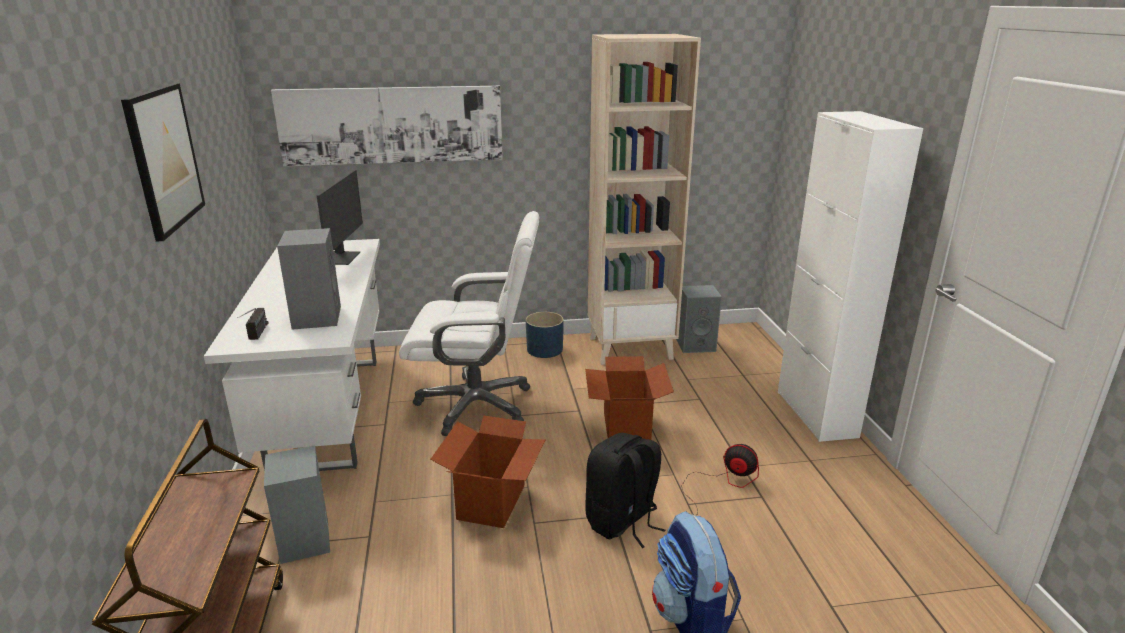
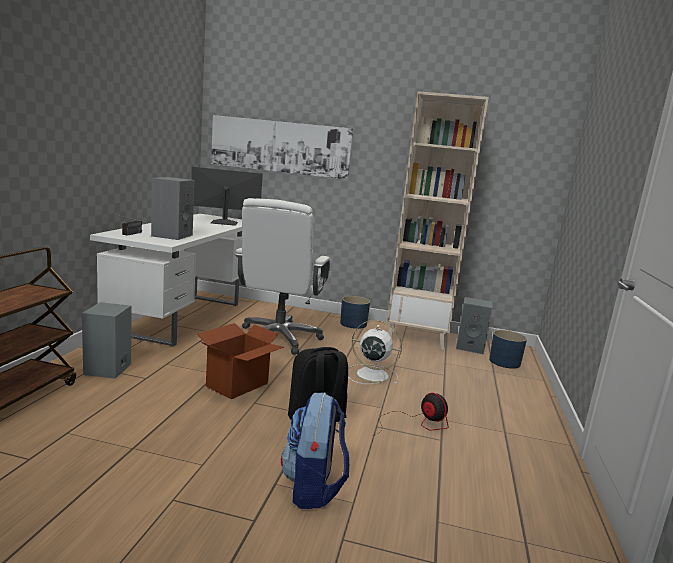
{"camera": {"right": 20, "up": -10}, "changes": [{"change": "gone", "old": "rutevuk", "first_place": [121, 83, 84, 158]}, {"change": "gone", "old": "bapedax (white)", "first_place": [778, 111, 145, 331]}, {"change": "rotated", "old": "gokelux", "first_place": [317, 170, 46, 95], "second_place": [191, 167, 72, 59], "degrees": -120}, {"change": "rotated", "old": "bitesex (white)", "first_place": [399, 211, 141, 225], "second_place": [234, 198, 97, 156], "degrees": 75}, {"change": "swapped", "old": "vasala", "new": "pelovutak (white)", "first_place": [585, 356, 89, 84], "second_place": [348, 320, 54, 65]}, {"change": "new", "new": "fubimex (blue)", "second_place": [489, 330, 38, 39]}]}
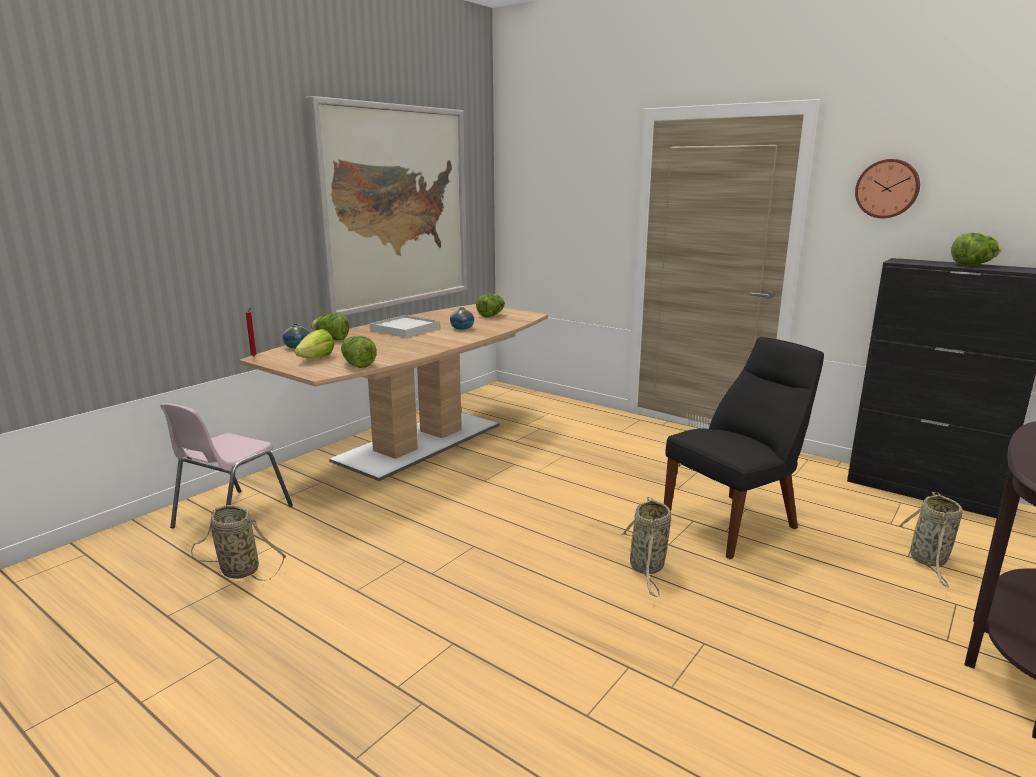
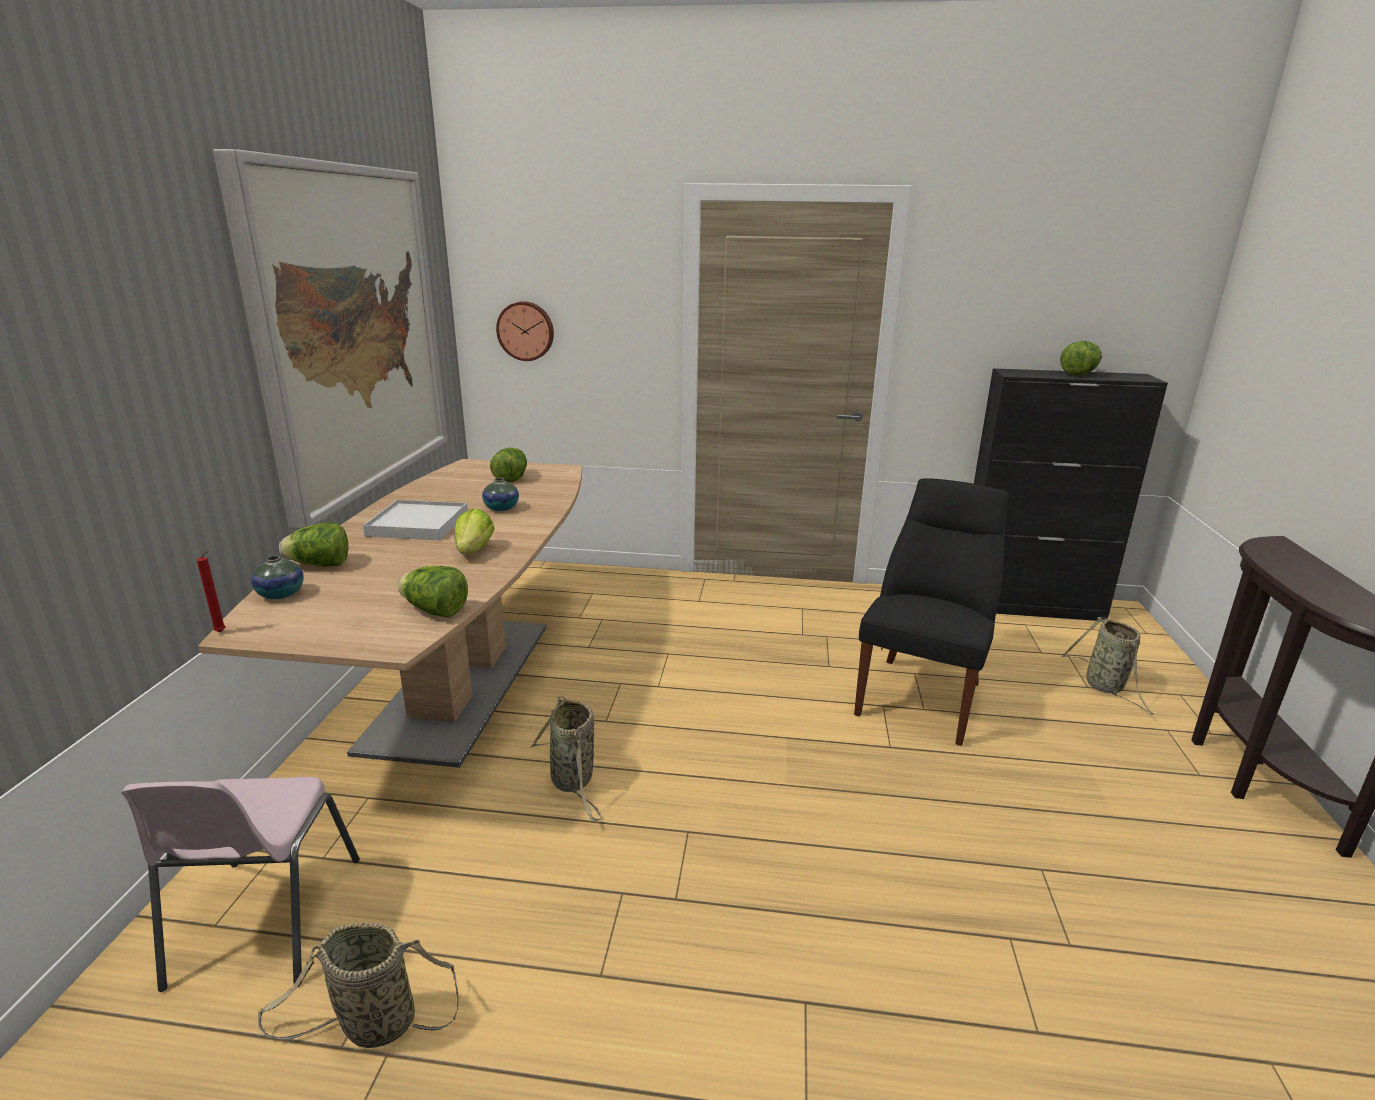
{"camera": {"right": -30, "up": 5}, "changes": [{"change": "shifted", "old": "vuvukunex", "first_place": [855, 159, 65, 59], "second_place": [496, 301, 58, 60]}, {"change": "shifted", "old": "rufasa", "first_place": [295, 329, 39, 30], "second_place": [455, 509, 40, 45]}, {"change": "shifted", "old": "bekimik", "first_place": [620, 497, 51, 100], "second_place": [530, 697, 72, 124]}]}
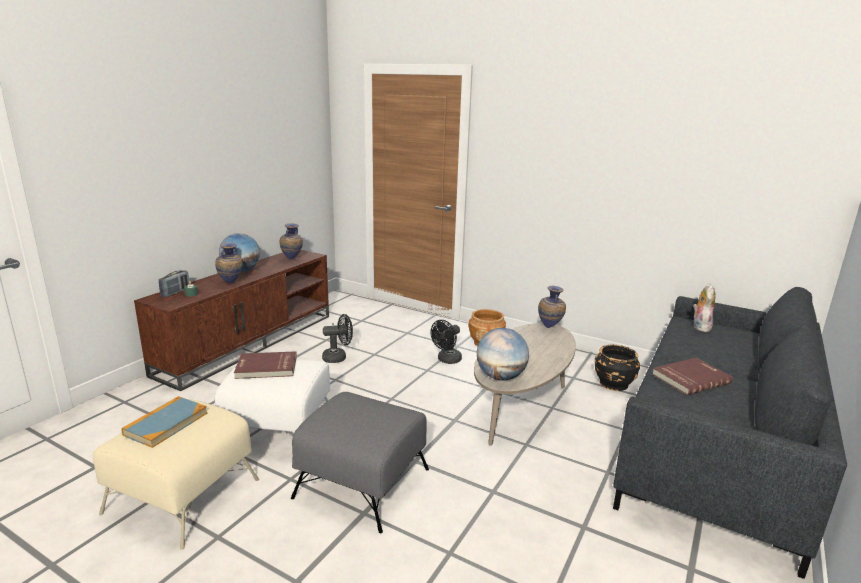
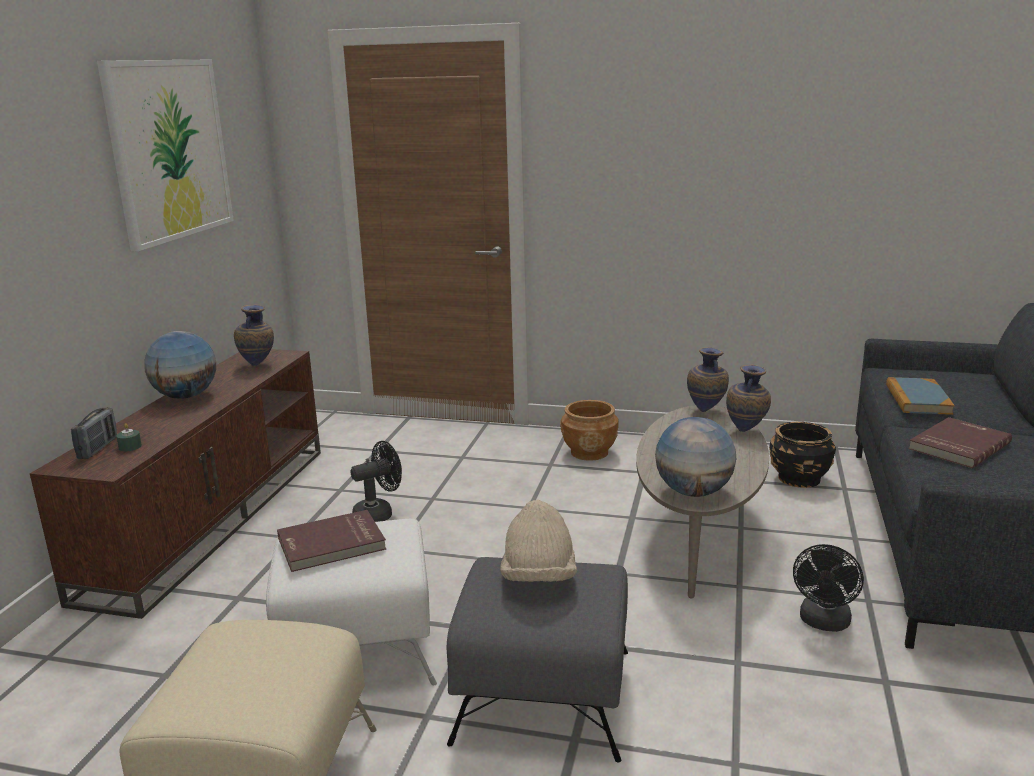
{"camera": {"right": -15, "up": 0}, "changes": [{"change": "shifted", "old": "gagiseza", "first_place": [215, 242, 28, 41], "second_place": [726, 365, 45, 67]}, {"change": "gone", "old": "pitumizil", "first_place": [693, 283, 22, 49]}, {"change": "shifted", "old": "pelovutak (black)", "first_place": [430, 320, 32, 44], "second_place": [793, 544, 71, 88]}, {"change": "shifted", "old": "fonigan", "first_place": [121, 396, 86, 52], "second_place": [886, 377, 69, 38]}, {"change": "new", "new": "rutevuk", "second_place": [97, 60, 137, 191]}, {"change": "new", "new": "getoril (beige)", "second_place": [500, 500, 77, 82]}]}
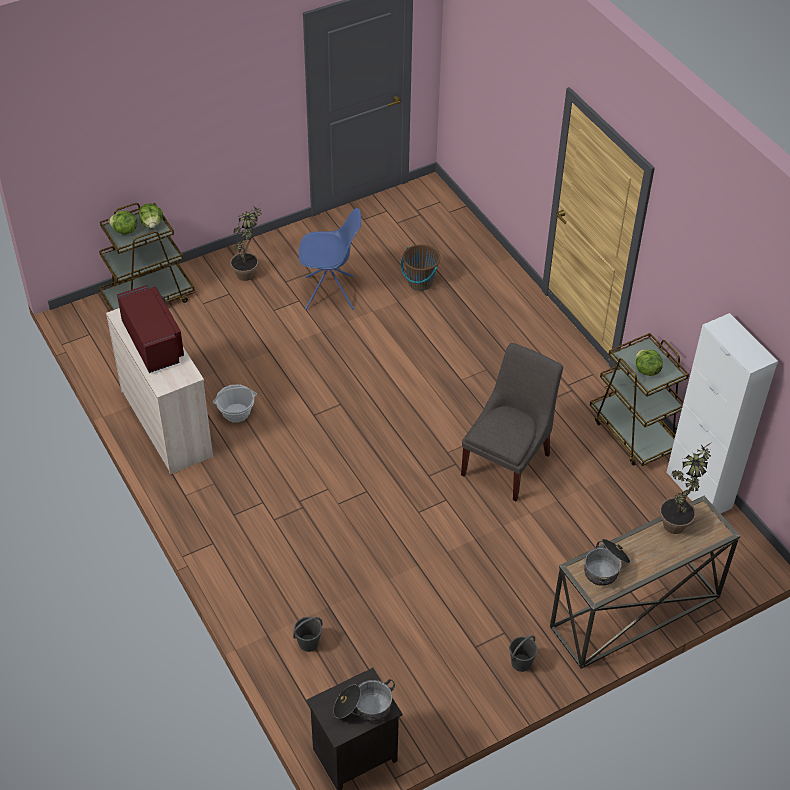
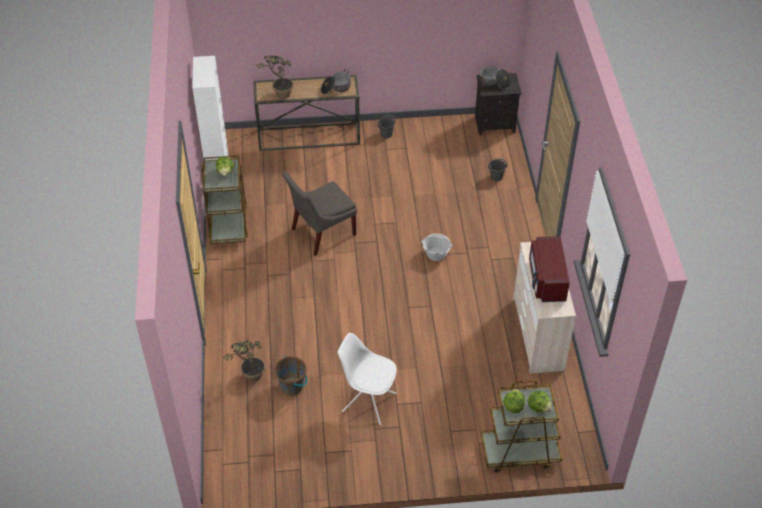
{"camera": {"right": -155, "up": 0}, "changes": [{"change": "shifted", "old": "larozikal", "first_place": [230, 204, 32, 77], "second_place": [221, 340, 44, 42]}, {"change": "repainted", "old": "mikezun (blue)", "new": "mikezun (white)", "first_place": [299, 208, 62, 102], "second_place": [338, 333, 59, 92]}, {"change": "shifted", "old": "bekimik", "first_place": [213, 385, 44, 38], "second_place": [421, 234, 32, 27]}]}
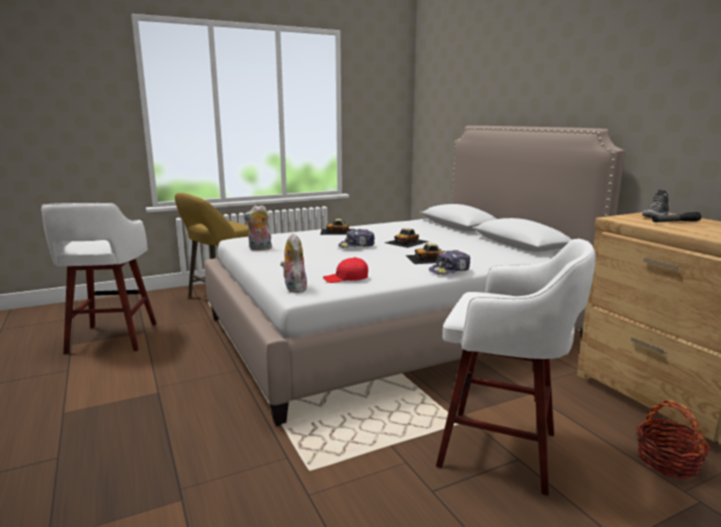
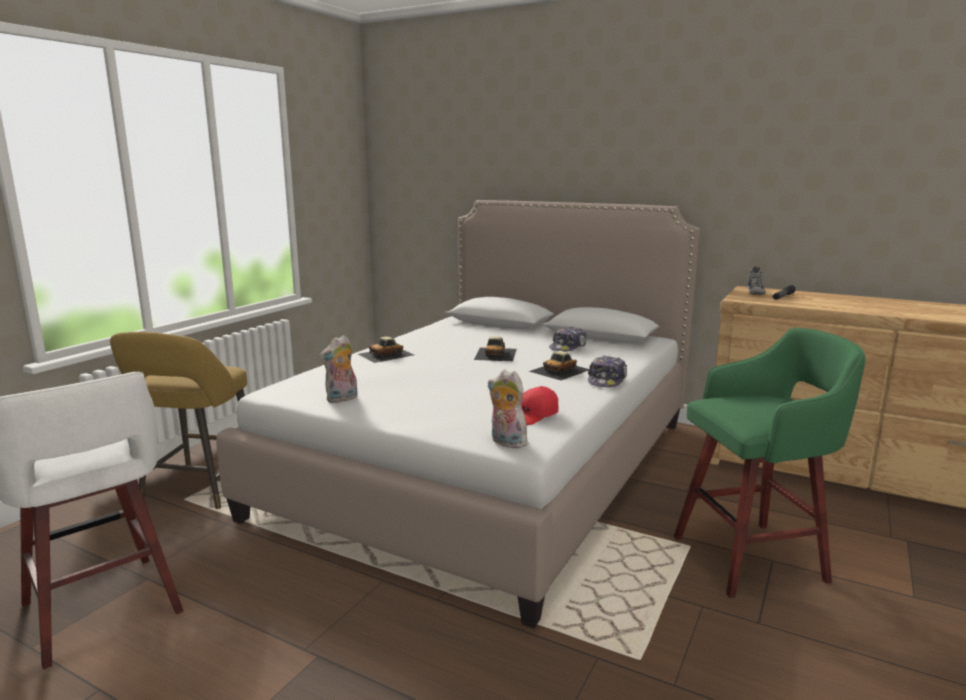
{"camera": {"right": -35, "up": 0}, "changes": [{"change": "shifted", "old": "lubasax", "first_place": [338, 229, 37, 19], "second_place": [549, 327, 38, 25]}, {"change": "repainted", "old": "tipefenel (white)", "new": "tipefenel (green)", "first_place": [436, 239, 160, 257], "second_place": [674, 328, 191, 270]}, {"change": "gone", "old": "bekimik", "first_place": [637, 400, 74, 79]}]}
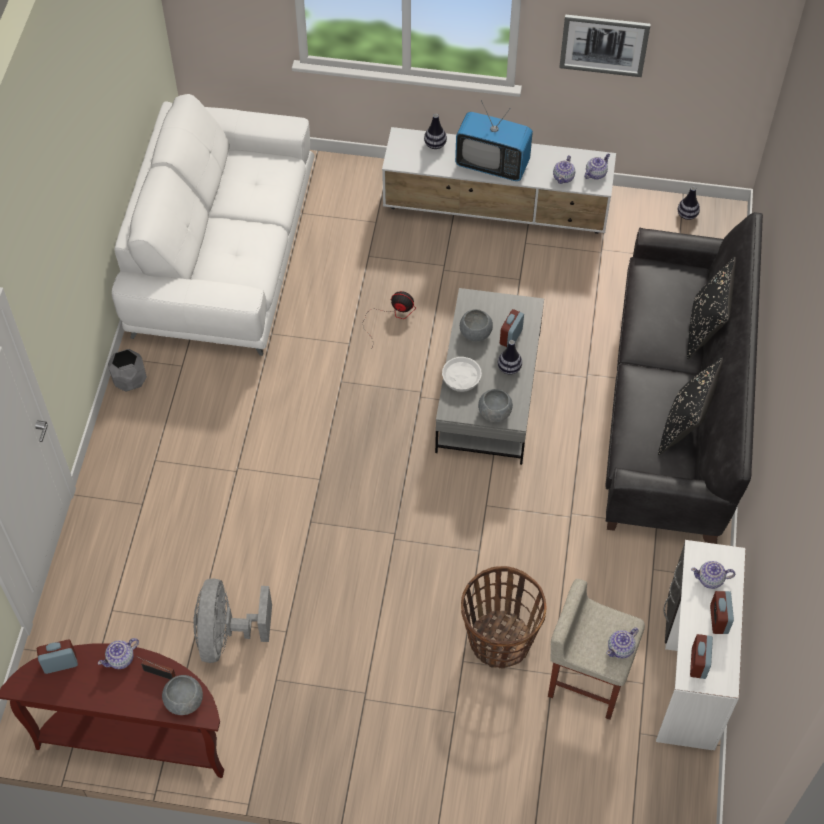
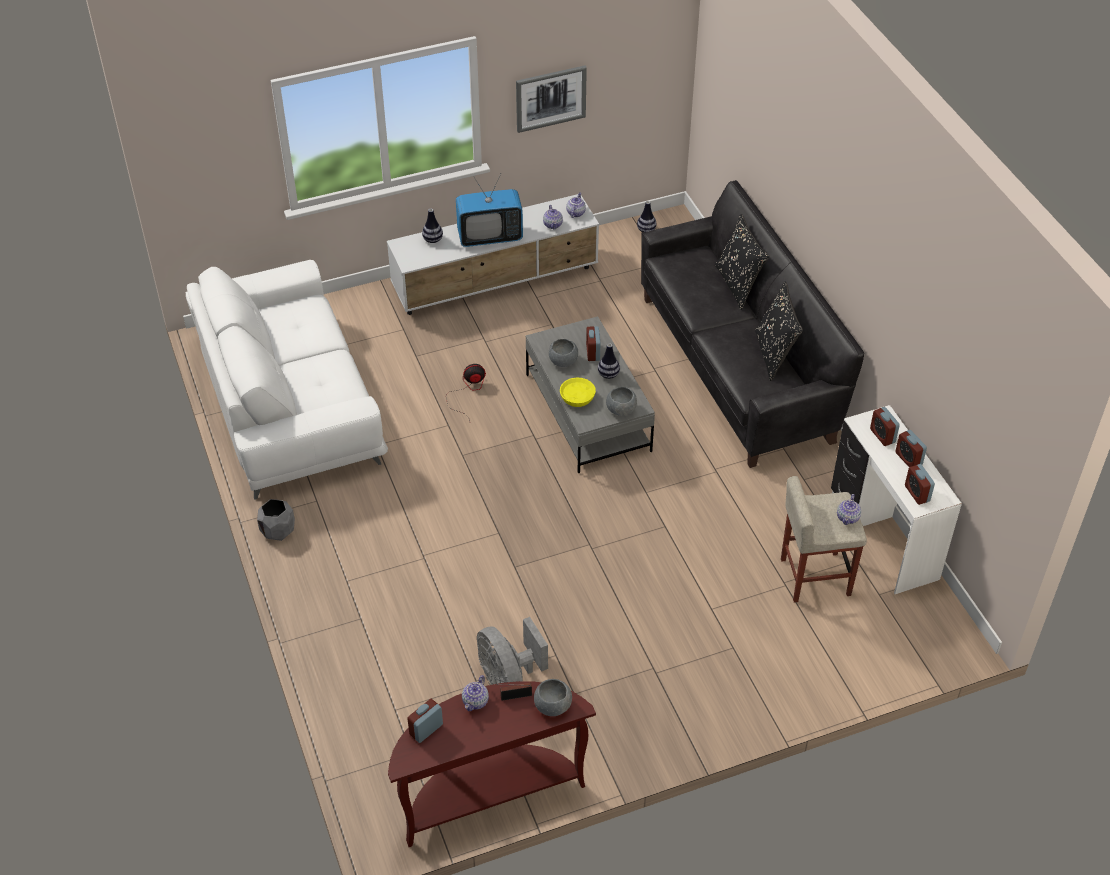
{"camera": {"right": -30, "up": -10}, "changes": [{"change": "repainted", "old": "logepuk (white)", "new": "logepuk (yellow)", "first_place": [442, 357, 40, 35], "second_place": [560, 378, 36, 29]}, {"change": "swapped", "old": "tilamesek", "new": "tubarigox", "first_place": [691, 561, 44, 28], "second_place": [870, 407, 30, 39]}, {"change": "gone", "old": "bekimik", "first_place": [461, 566, 85, 103]}]}
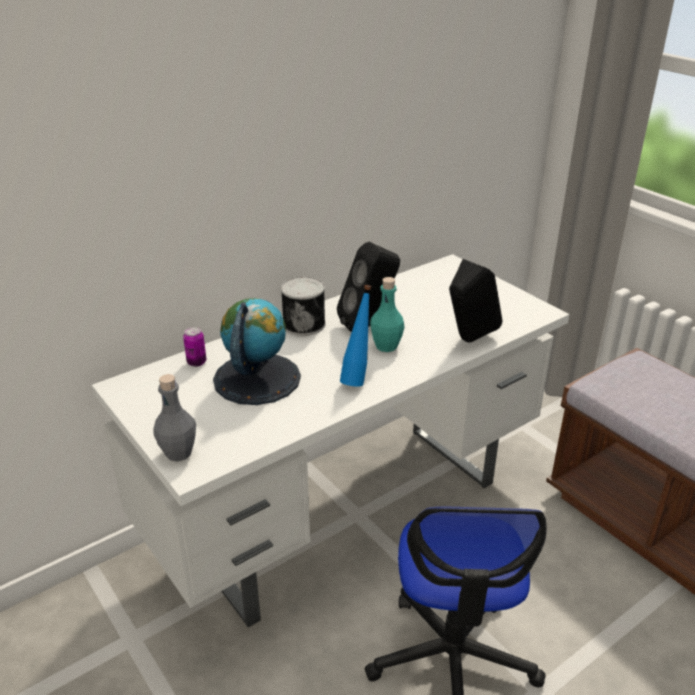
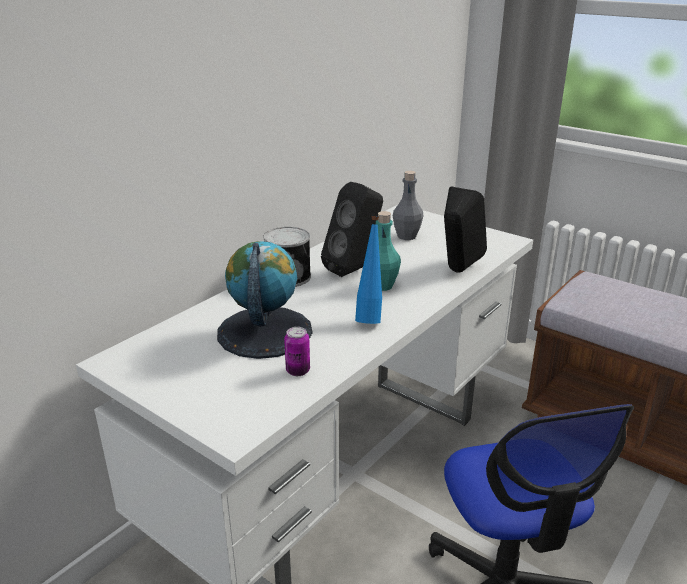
{"camera": {"right": -15, "up": -5}, "changes": [{"change": "shifted", "old": "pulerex", "first_place": [183, 327, 23, 40], "second_place": [284, 327, 26, 49]}, {"change": "shifted", "old": "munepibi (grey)", "first_place": [153, 374, 43, 88], "second_place": [393, 171, 31, 69]}]}
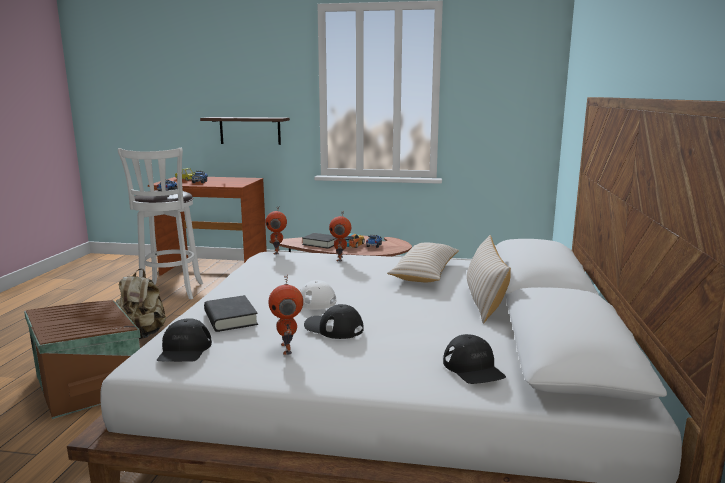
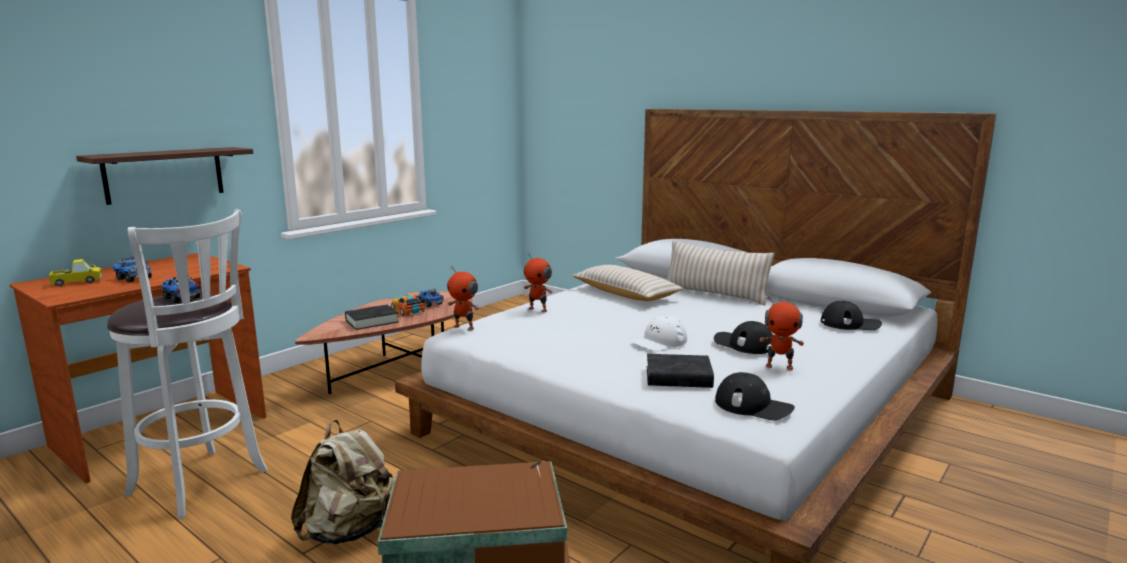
{"camera": {"right": -60, "up": 0}, "changes": [{"change": "rotated", "old": "lubasax (black)", "first_place": [304, 304, 60, 35], "second_place": [714, 321, 59, 33], "degrees": 75}]}
